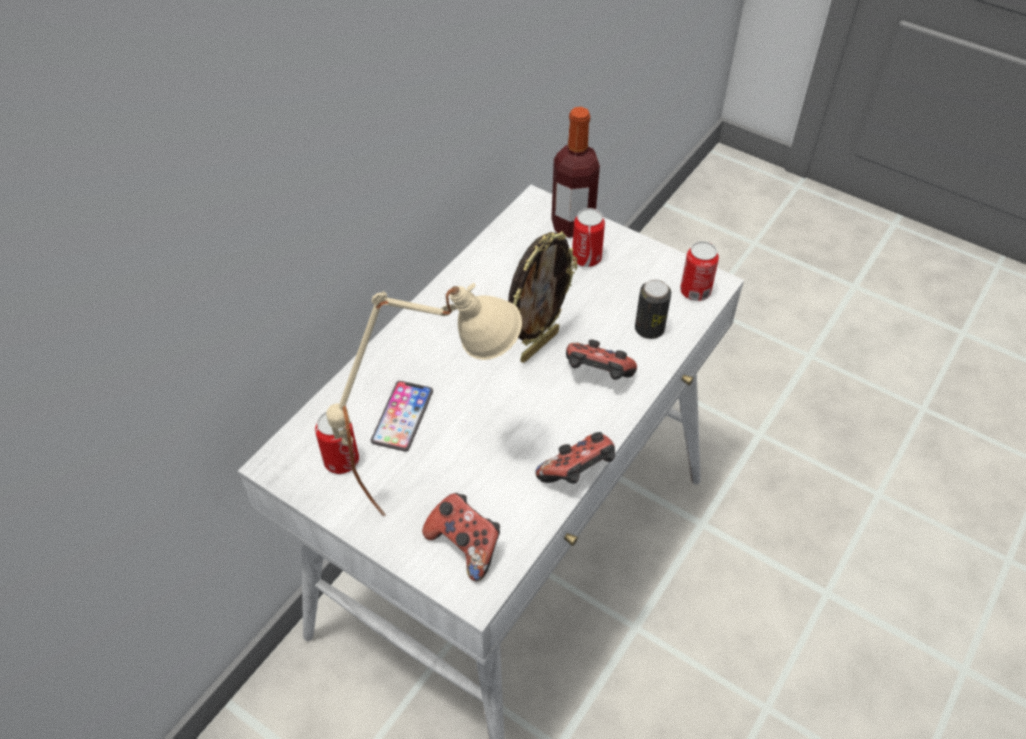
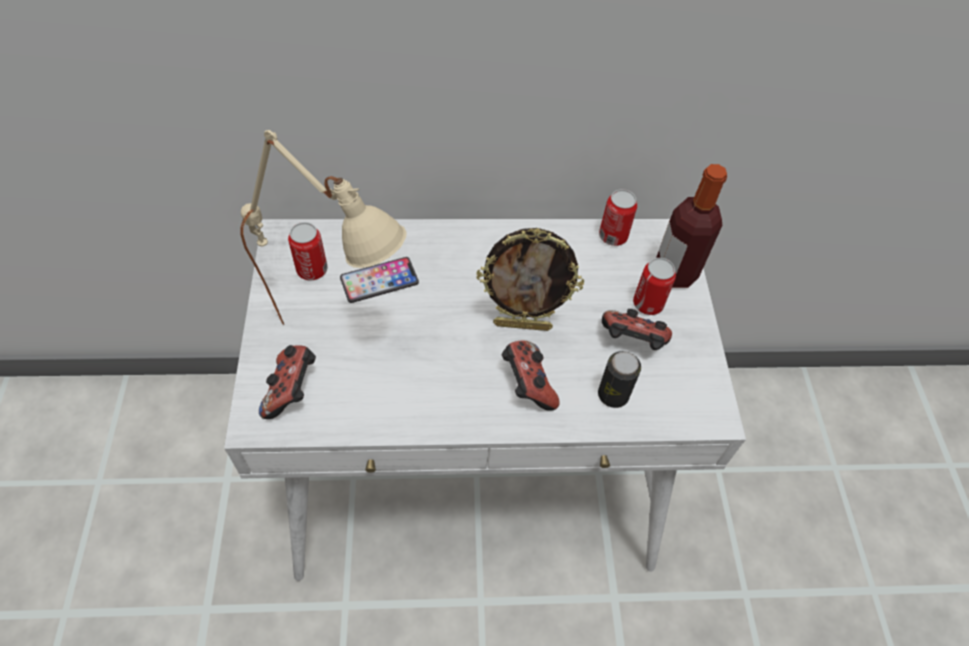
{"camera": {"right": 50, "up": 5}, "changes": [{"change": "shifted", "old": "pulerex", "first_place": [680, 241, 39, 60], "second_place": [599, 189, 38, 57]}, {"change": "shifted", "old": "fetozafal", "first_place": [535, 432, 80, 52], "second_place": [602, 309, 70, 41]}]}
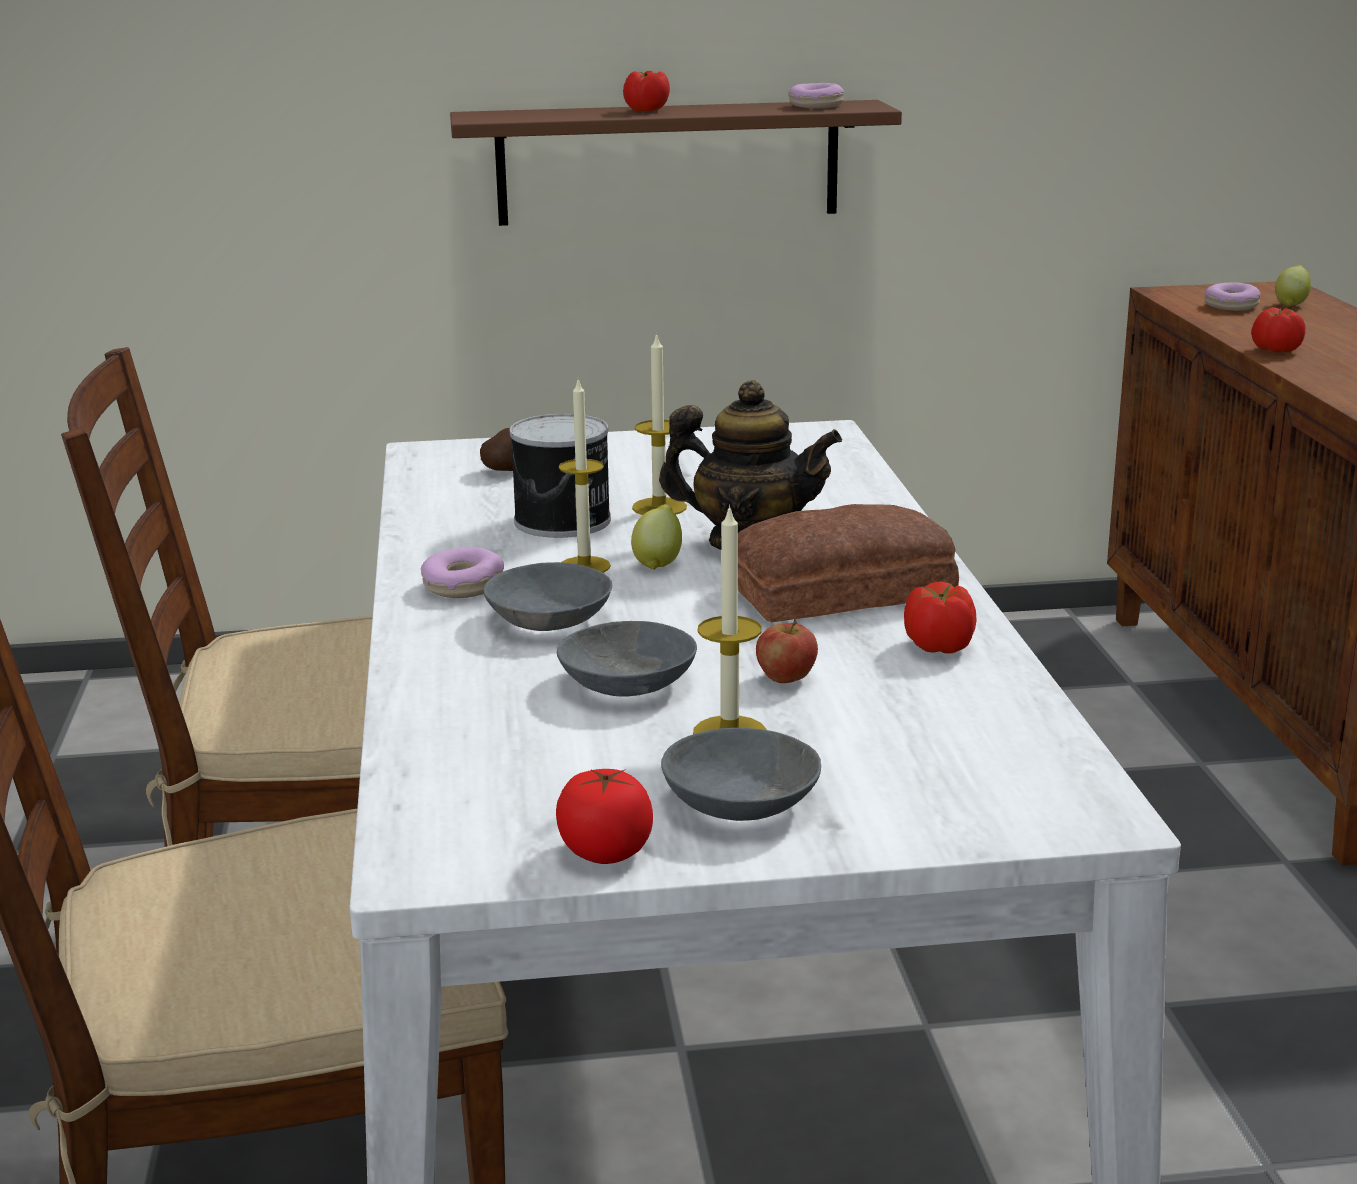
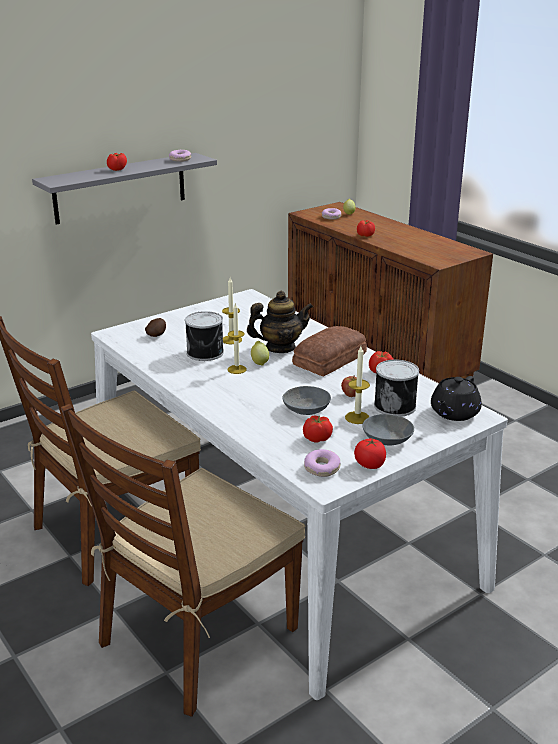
{"camera": {"right": -30, "up": 5}, "changes": [{"change": "repainted", "old": "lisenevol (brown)", "new": "lisenevol (grey)", "first_place": [450, 100, 452, 126], "second_place": [32, 153, 185, 72]}, {"change": "shifted", "old": "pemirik", "first_place": [421, 547, 83, 51], "second_place": [304, 449, 37, 28]}, {"change": "gone", "old": "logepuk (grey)", "first_place": [484, 562, 128, 69]}, {"change": "new", "new": "pulerex", "second_place": [374, 360, 45, 57]}, {"change": "new", "new": "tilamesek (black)", "second_place": [431, 376, 51, 45]}, {"change": "new", "new": "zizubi", "second_place": [303, 415, 30, 28]}]}
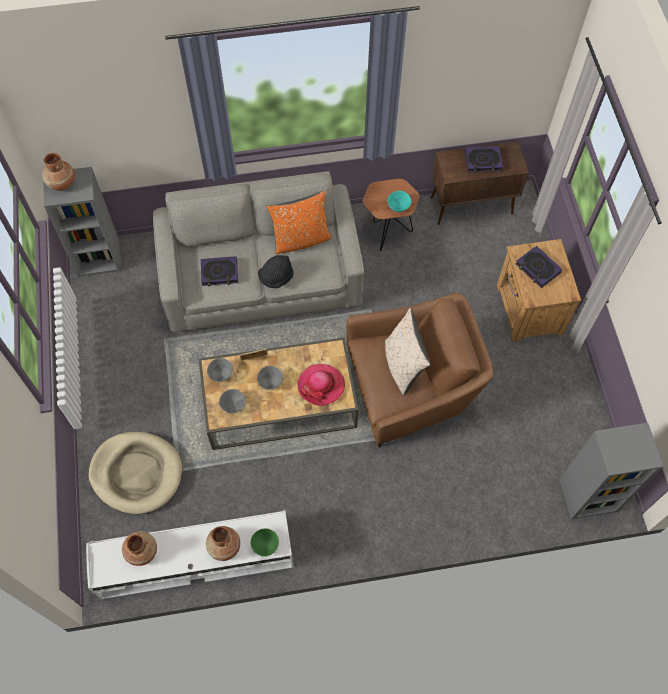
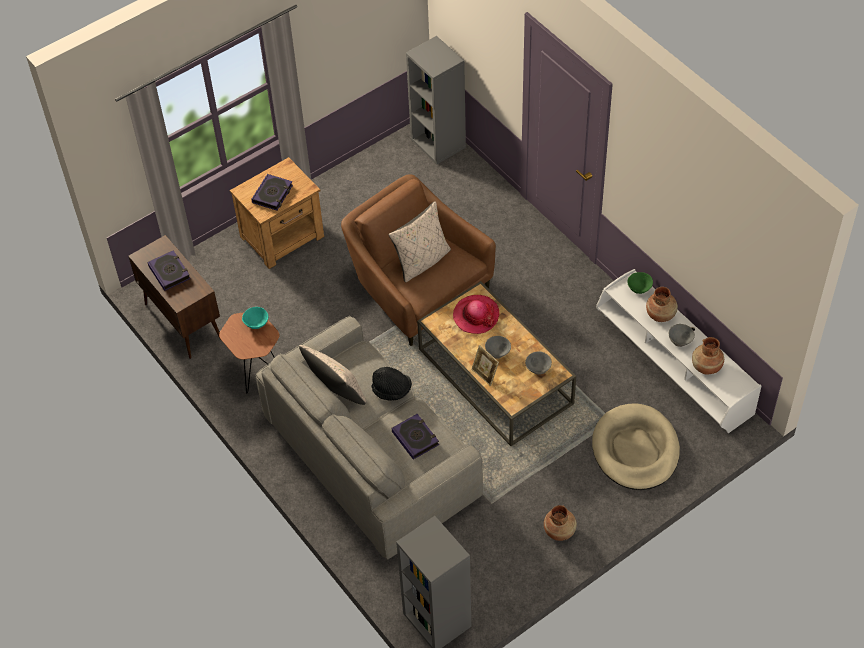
{"camera": {"right": -115, "up": -10}, "changes": [{"change": "shifted", "old": "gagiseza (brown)", "first_place": [42, 153, 33, 38], "second_place": [544, 505, 33, 36]}, {"change": "repainted", "old": "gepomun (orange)", "new": "gepomun (beige)", "first_place": [267, 190, 65, 64], "second_place": [299, 345, 67, 60]}, {"change": "shifted", "old": "logepuk (grey)", "first_place": [207, 358, 26, 24], "second_place": [669, 324, 26, 23]}]}
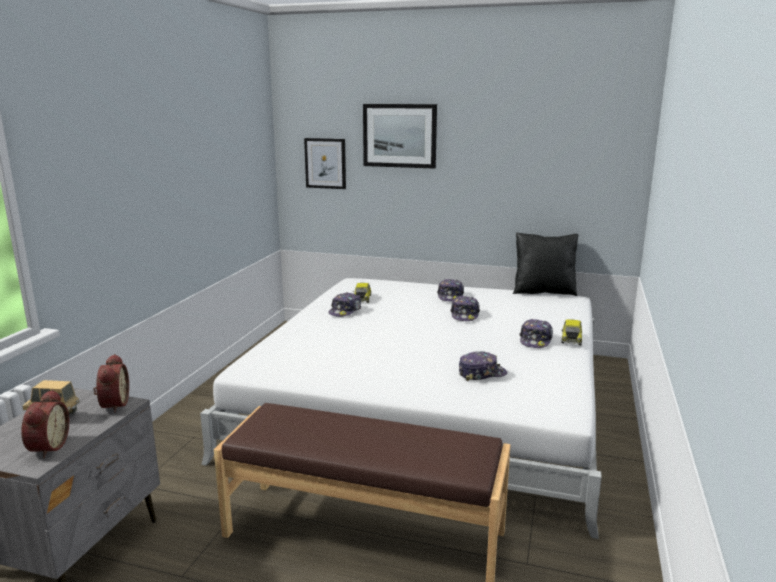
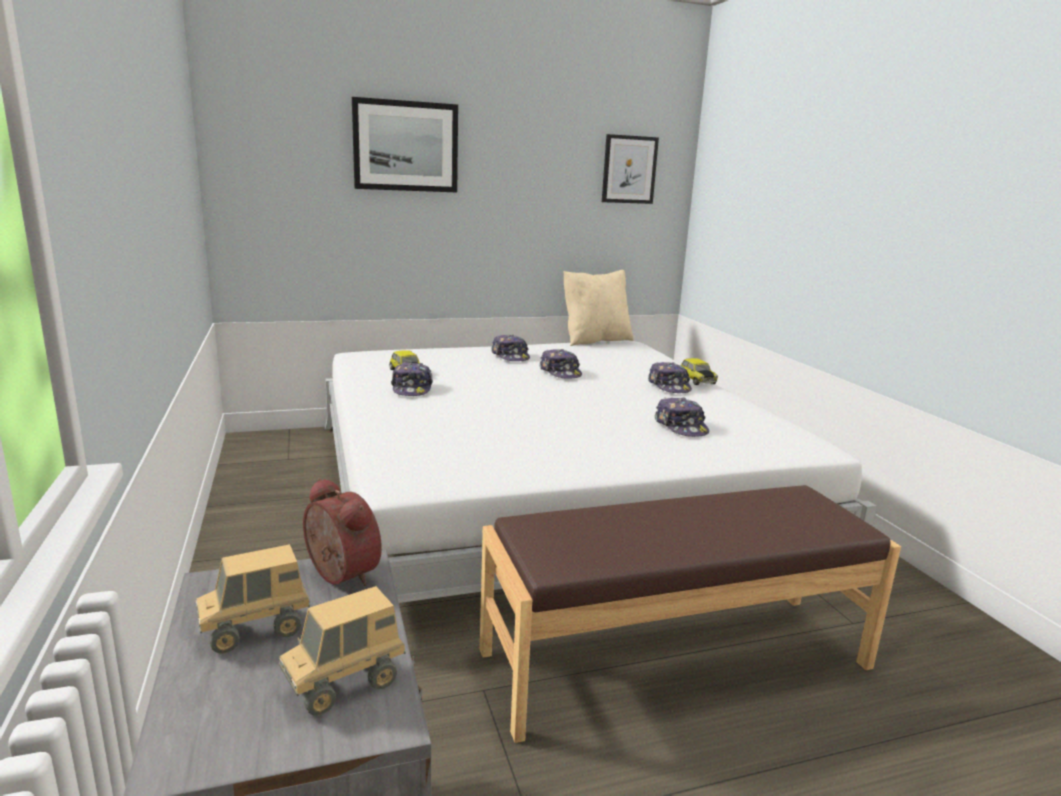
{"camera": {"right": -35, "up": 0}, "changes": [{"change": "shifted", "old": "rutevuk", "first_place": [304, 138, 42, 51], "second_place": [602, 134, 57, 70]}, {"change": "repainted", "old": "gepomun (black)", "new": "gepomun (beige)", "first_place": [513, 232, 66, 64], "second_place": [564, 270, 70, 76]}, {"change": "rotated", "old": "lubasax", "first_place": [459, 351, 48, 30], "second_place": [655, 397, 54, 40], "degrees": 120}, {"change": "swapped", "old": "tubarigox", "new": "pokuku", "first_place": [21, 389, 48, 69], "second_place": [279, 586, 127, 130]}]}
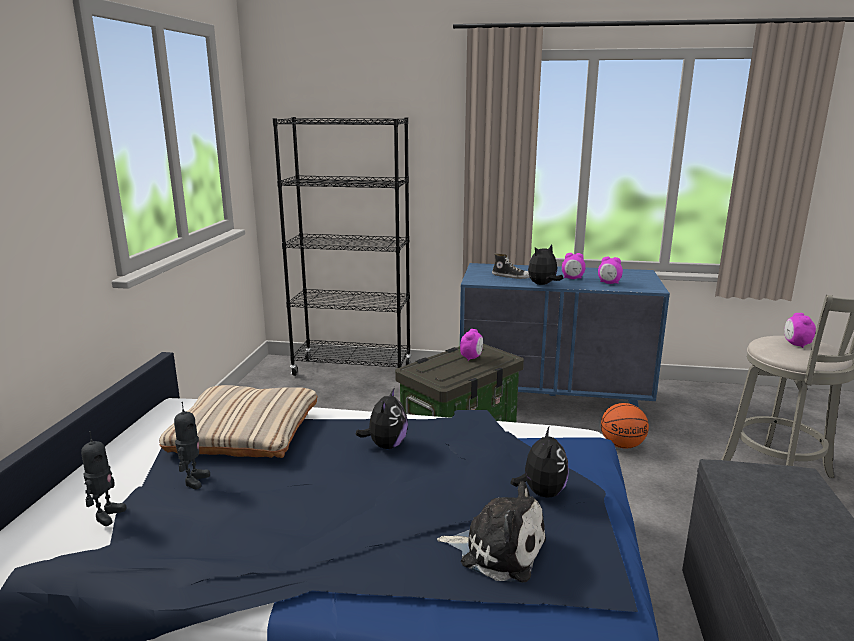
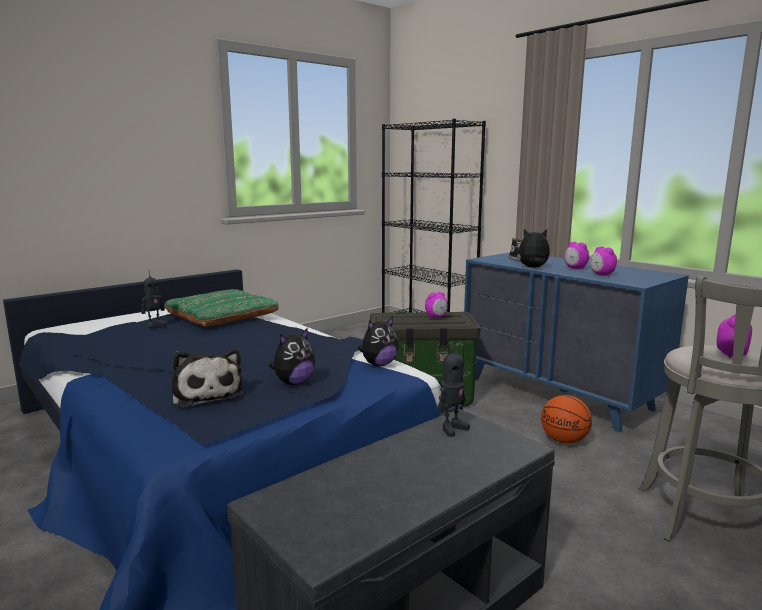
{"camera": {"right": 40, "up": -5}, "changes": [{"change": "repainted", "old": "gepomun (beige)", "new": "gepomun (green)", "first_place": [159, 385, 158, 73], "second_place": [164, 289, 115, 38]}, {"change": "shifted", "old": "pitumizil", "first_place": [355, 387, 53, 62], "second_place": [358, 316, 41, 50]}, {"change": "shifted", "old": "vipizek", "first_place": [81, 431, 46, 95], "second_place": [437, 342, 33, 95]}]}
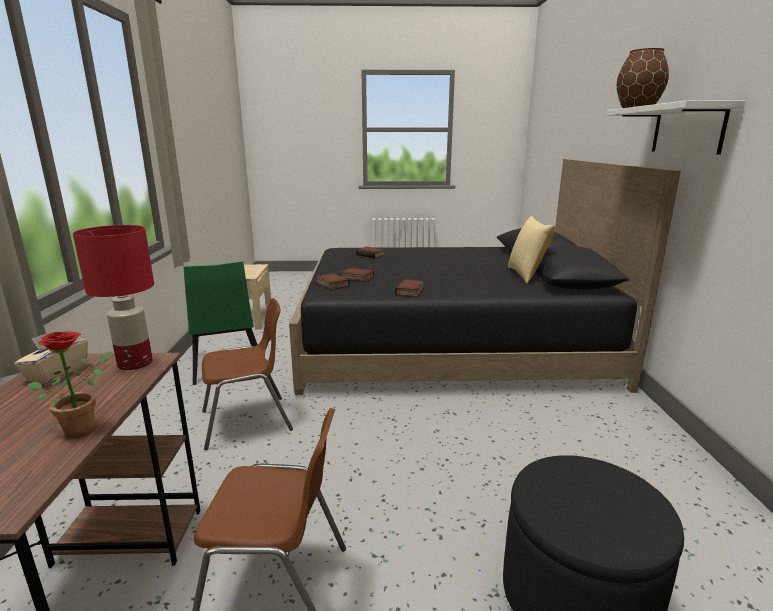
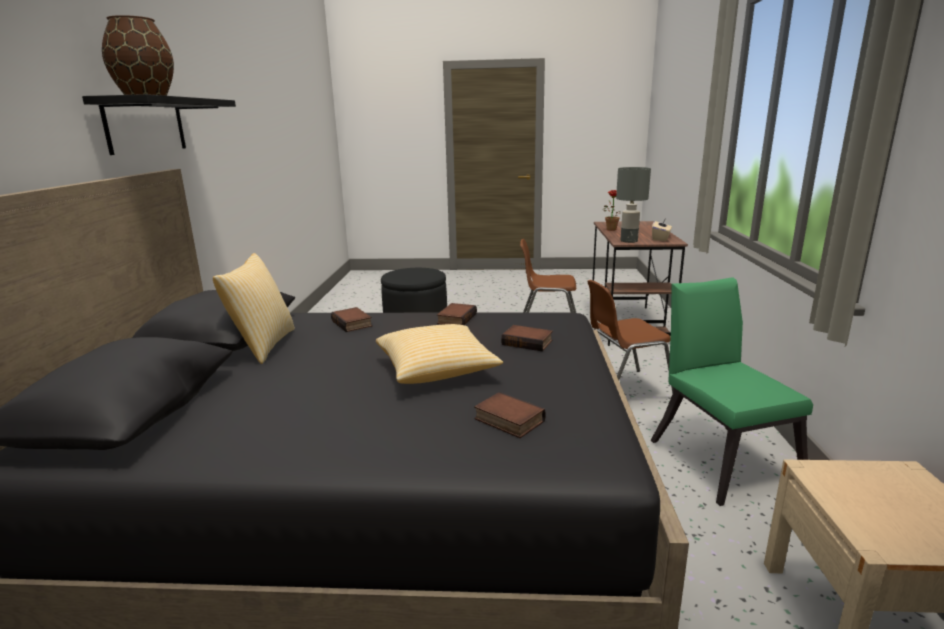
{"camera": {"right": -175, "up": 0}, "changes": [{"change": "repainted", "old": "lisenevol (white)", "new": "lisenevol (black)", "first_place": [607, 100, 138, 54], "second_place": [82, 94, 154, 61]}, {"change": "repainted", "old": "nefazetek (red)", "new": "nefazetek (grey)", "first_place": [73, 225, 81, 145], "second_place": [616, 167, 35, 76]}, {"change": "shifted", "old": "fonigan", "first_place": [316, 273, 34, 17], "second_place": [331, 307, 41, 25]}, {"change": "new", "new": "gepomun", "second_place": [376, 324, 127, 60]}]}
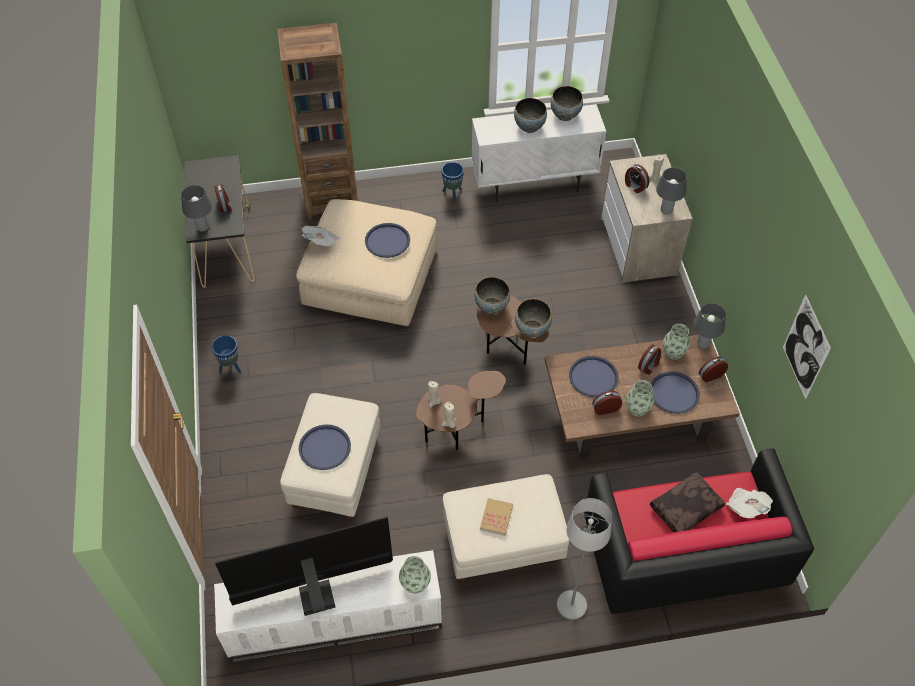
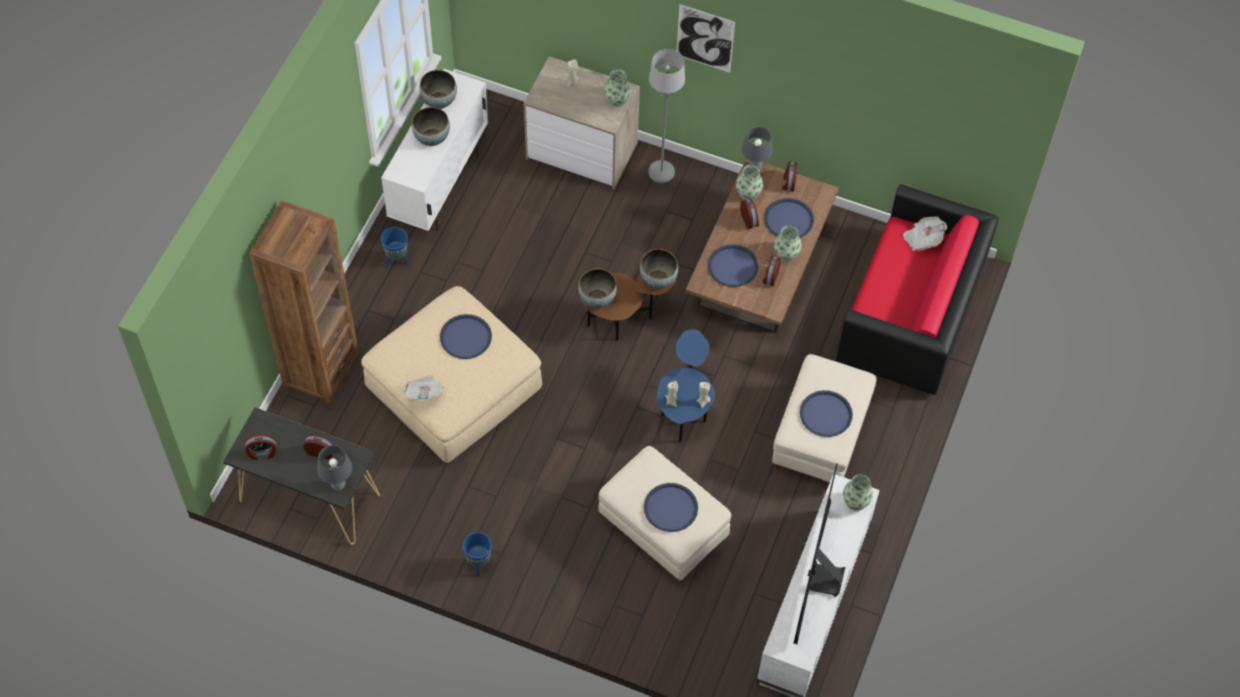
{"camera": {"right": -60, "up": 5}, "changes": [{"change": "shifted", "old": "tubarigox", "first_place": [625, 164, 24, 29], "second_place": [245, 433, 31, 27]}, {"change": "swapped", "old": "nefazetek (grey)", "new": "gagiseza", "first_place": [656, 167, 31, 48], "second_place": [604, 69, 27, 38]}, {"change": "shifted", "old": "rutevuk", "first_place": [783, 294, 48, 105], "second_place": [676, 4, 59, 69]}, {"change": "repainted", "old": "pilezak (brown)", "new": "pilezak (blue)", "first_place": [416, 371, 90, 79], "second_place": [656, 329, 59, 113]}, {"change": "gone", "old": "gepomun (brown)", "first_place": [650, 472, 75, 61]}, {"change": "swapped", "old": "fonigan", "new": "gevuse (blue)", "first_place": [480, 498, 33, 38], "second_place": [800, 390, 53, 47]}, {"change": "shifted", "old": "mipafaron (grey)", "first_place": [557, 498, 55, 122], "second_place": [648, 49, 37, 134]}]}
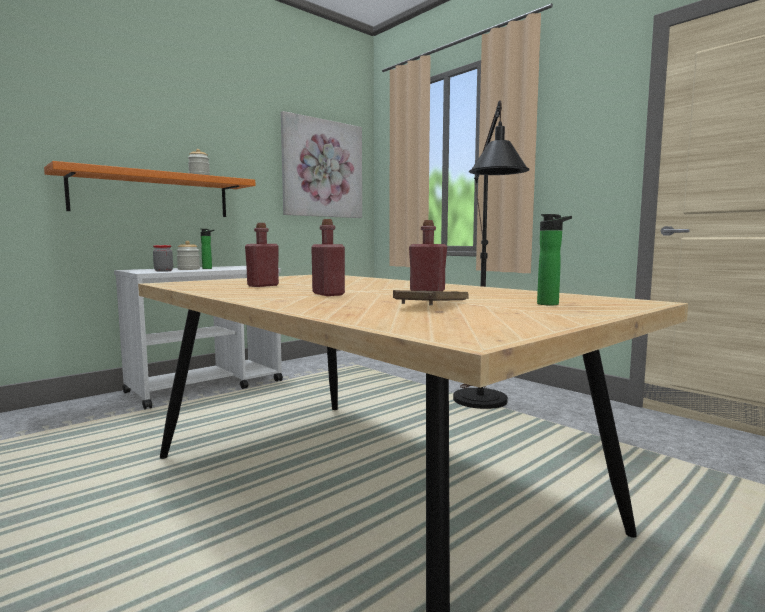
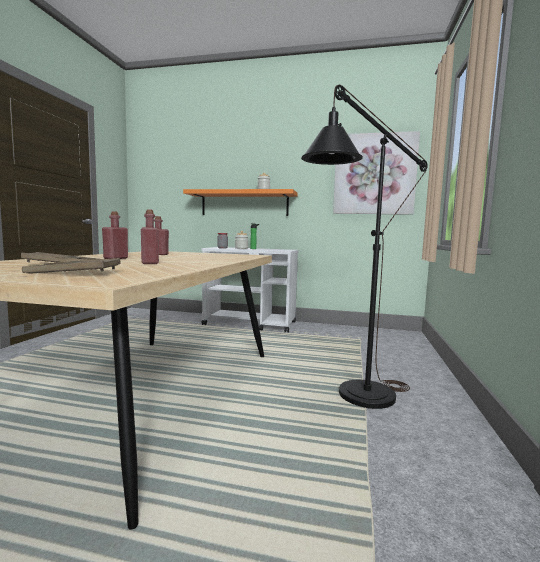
{"camera": {"right": 55, "up": 0}, "changes": [{"change": "swapped", "old": "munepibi", "new": "gevuse (brown)", "first_place": [537, 214, 35, 91], "second_place": [22, 258, 99, 16]}]}
